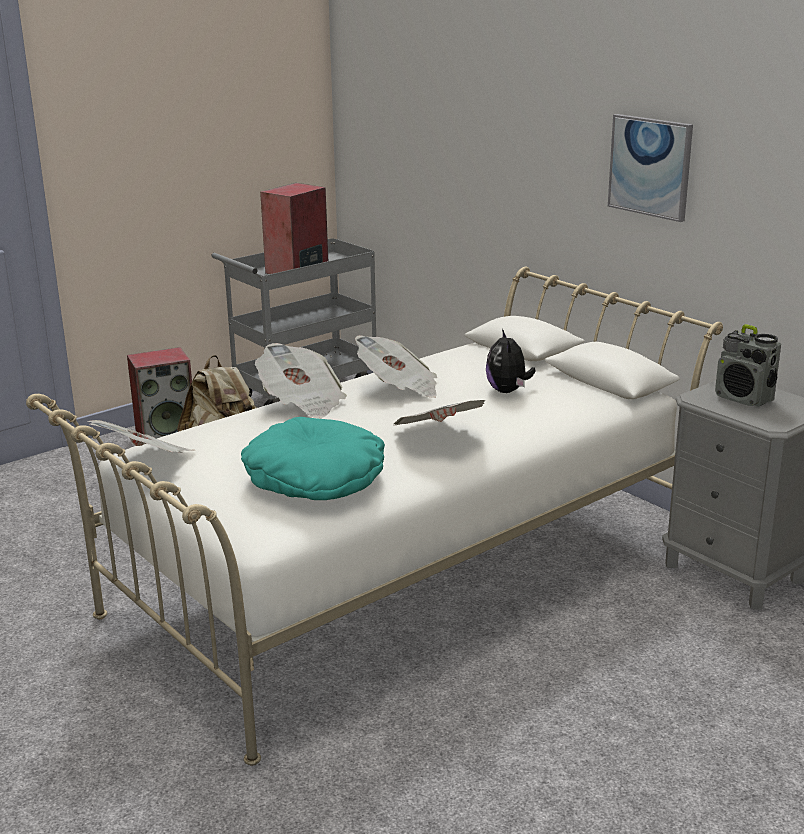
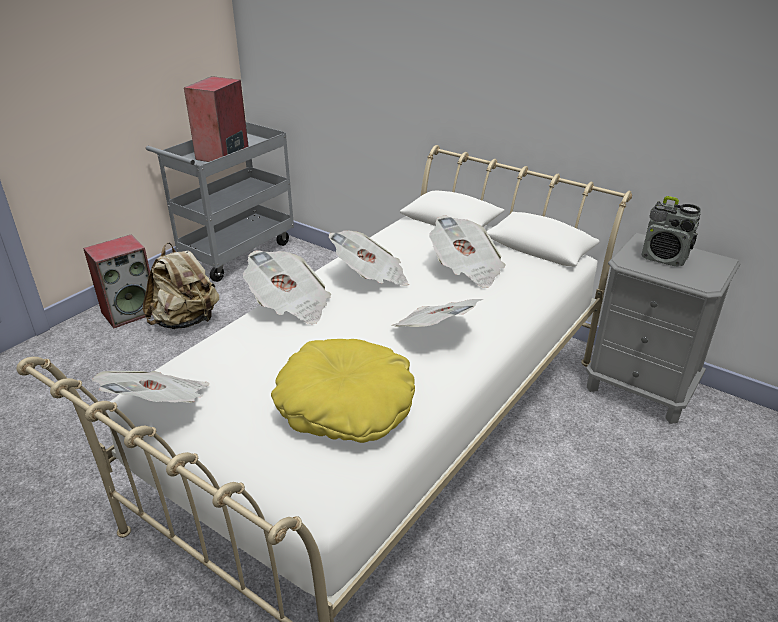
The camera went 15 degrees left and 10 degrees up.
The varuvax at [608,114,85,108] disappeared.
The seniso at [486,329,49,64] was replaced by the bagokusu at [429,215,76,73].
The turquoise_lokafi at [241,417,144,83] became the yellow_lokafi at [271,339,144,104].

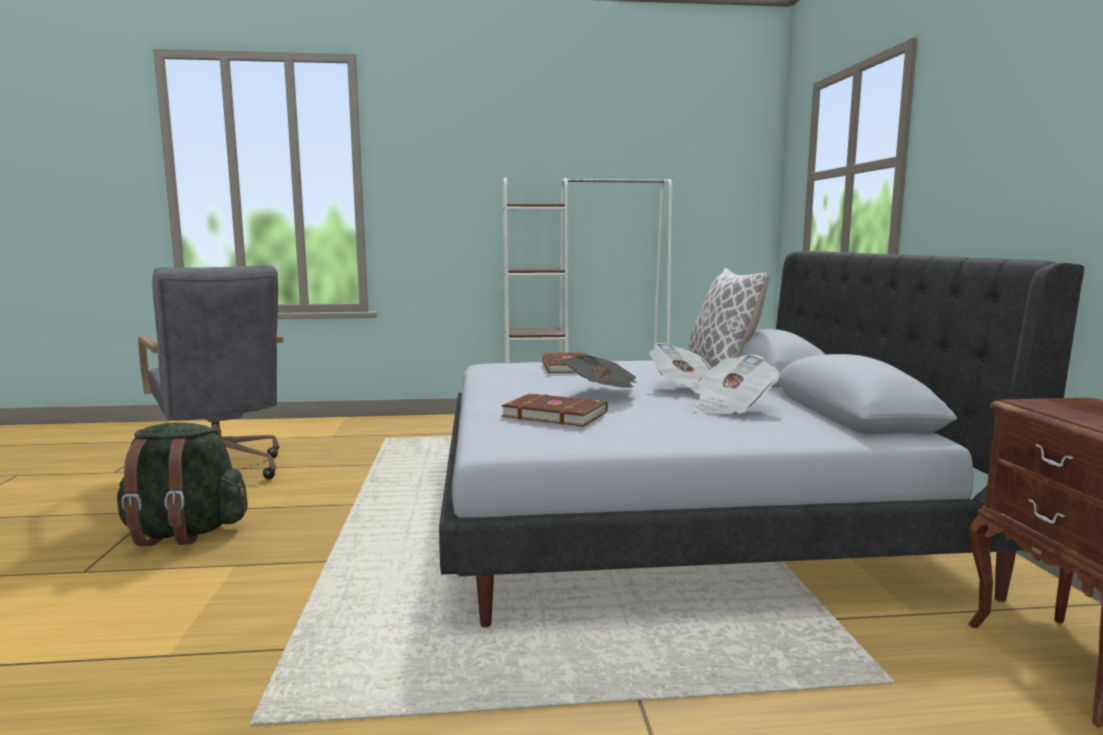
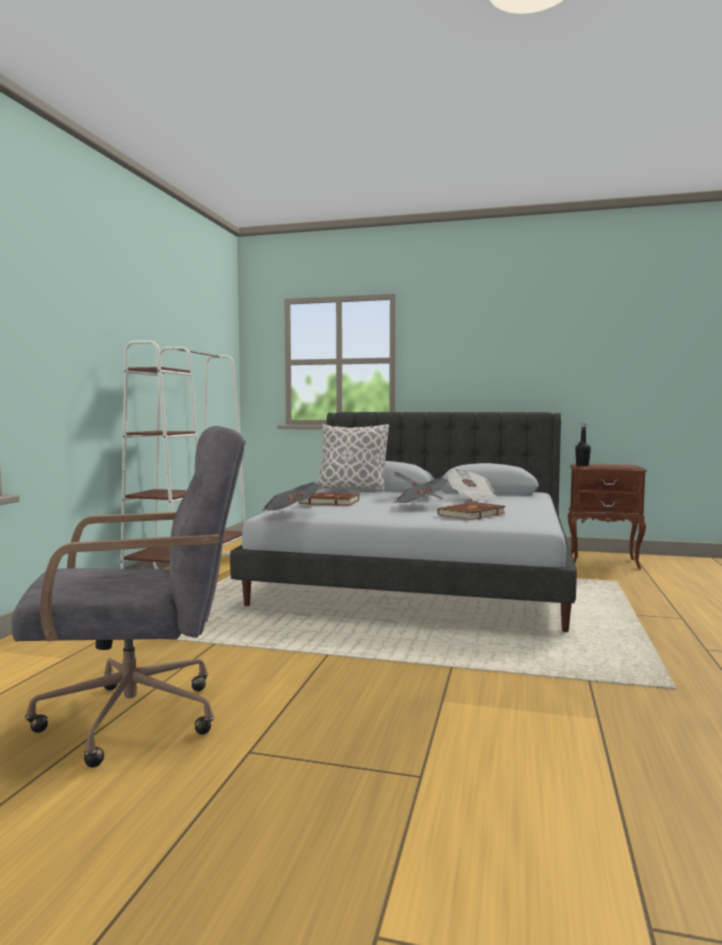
The camera went 70 degrees left and 5 degrees down.
The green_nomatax at [117,422,131,124] disappeared.
The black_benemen at [575,423,16,43] appeared.
The bagokusu at [262,482,59,29] appeared.

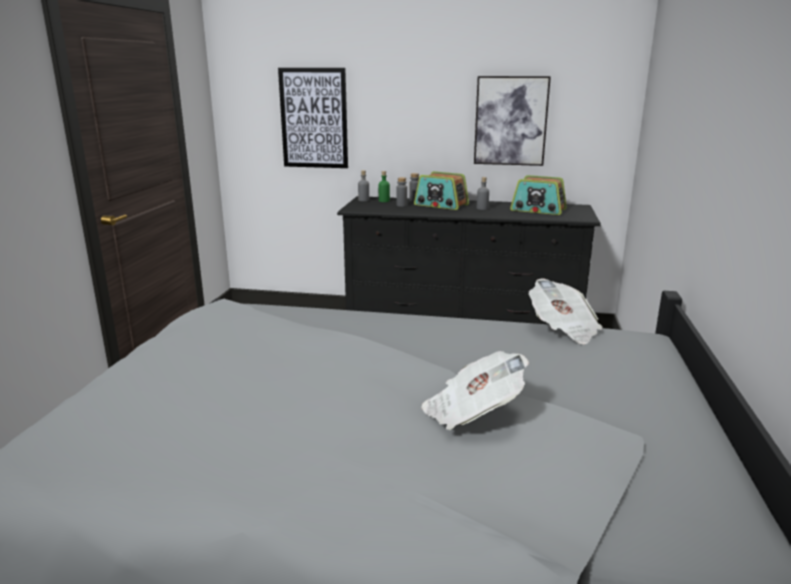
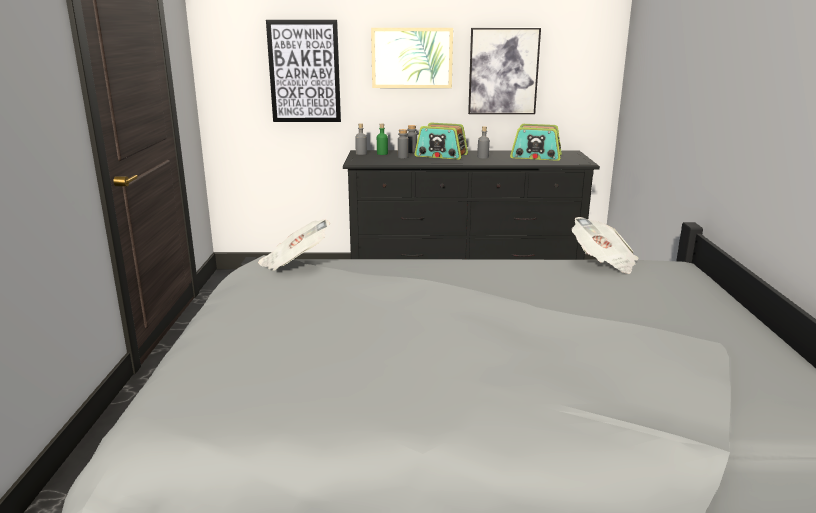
The camera went 10 degrees left and 0 degrees up.
The bagokusu moved from [421,351,108,79] to [258,220,72,51].
The varuvax at [371,28,82,60] appeared.

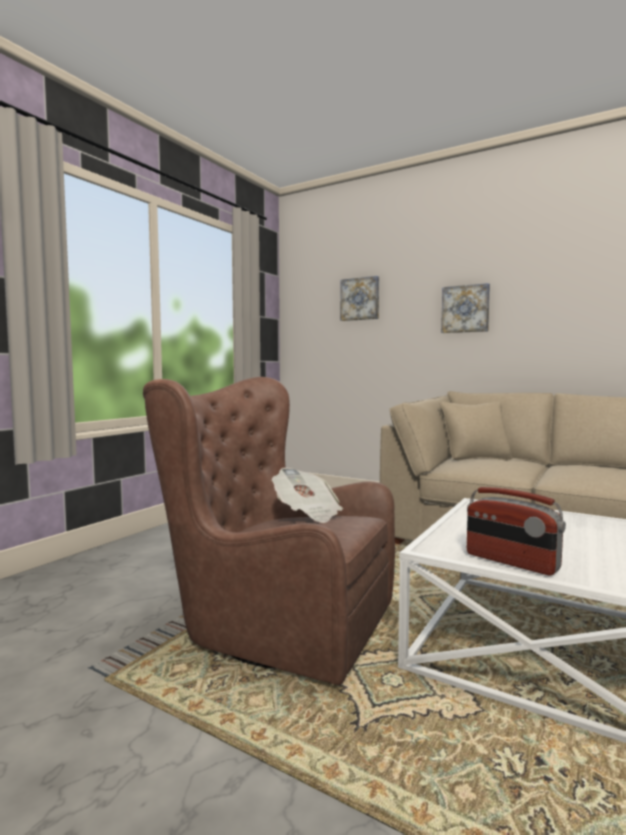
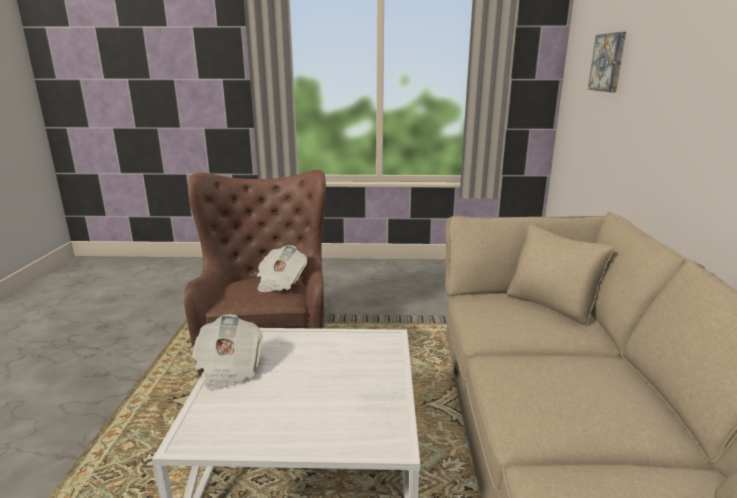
The camera went 60 degrees right and 15 degrees up.
The varuvax at [441,283,49,50] disappeared.
The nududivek at [467,487,99,89] was replaced by the bagokusu at [191,314,72,77].

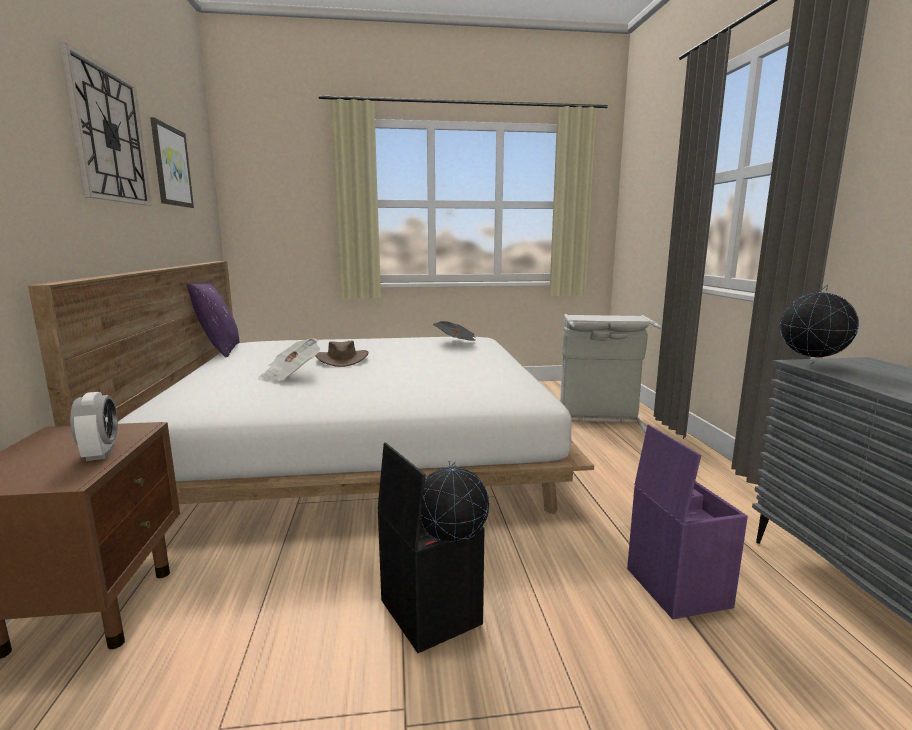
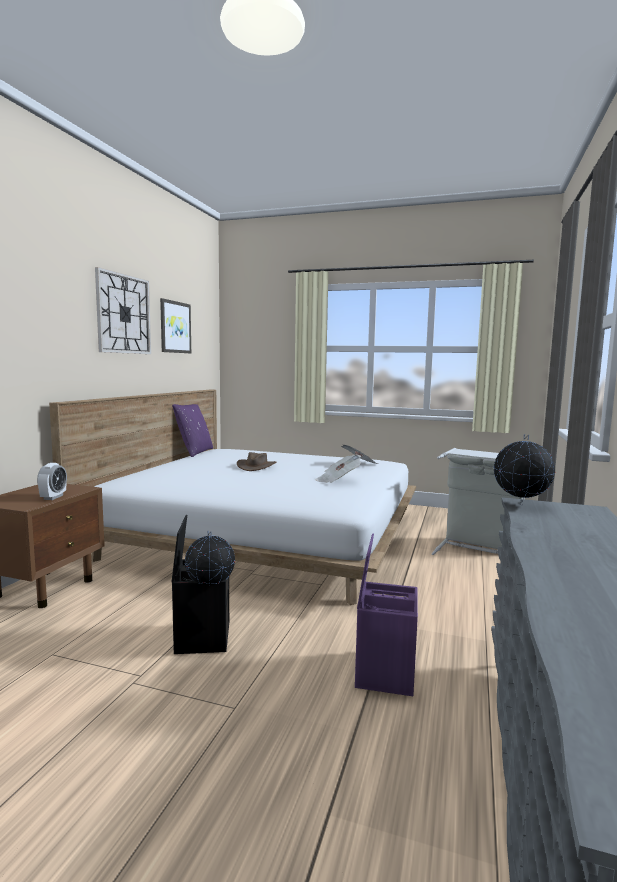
The camera went 25 degrees right and 5 degrees down.
The bagokusu moved from [258,338,62,43] to [316,455,45,28].

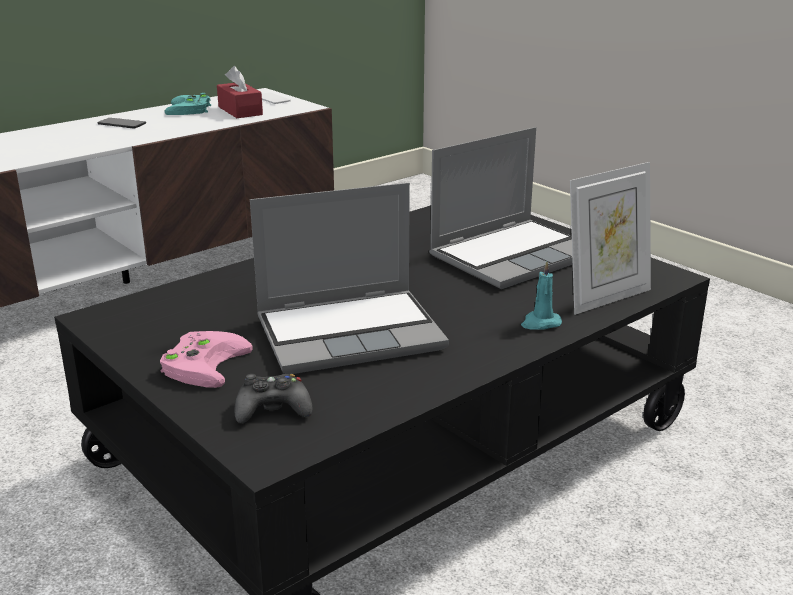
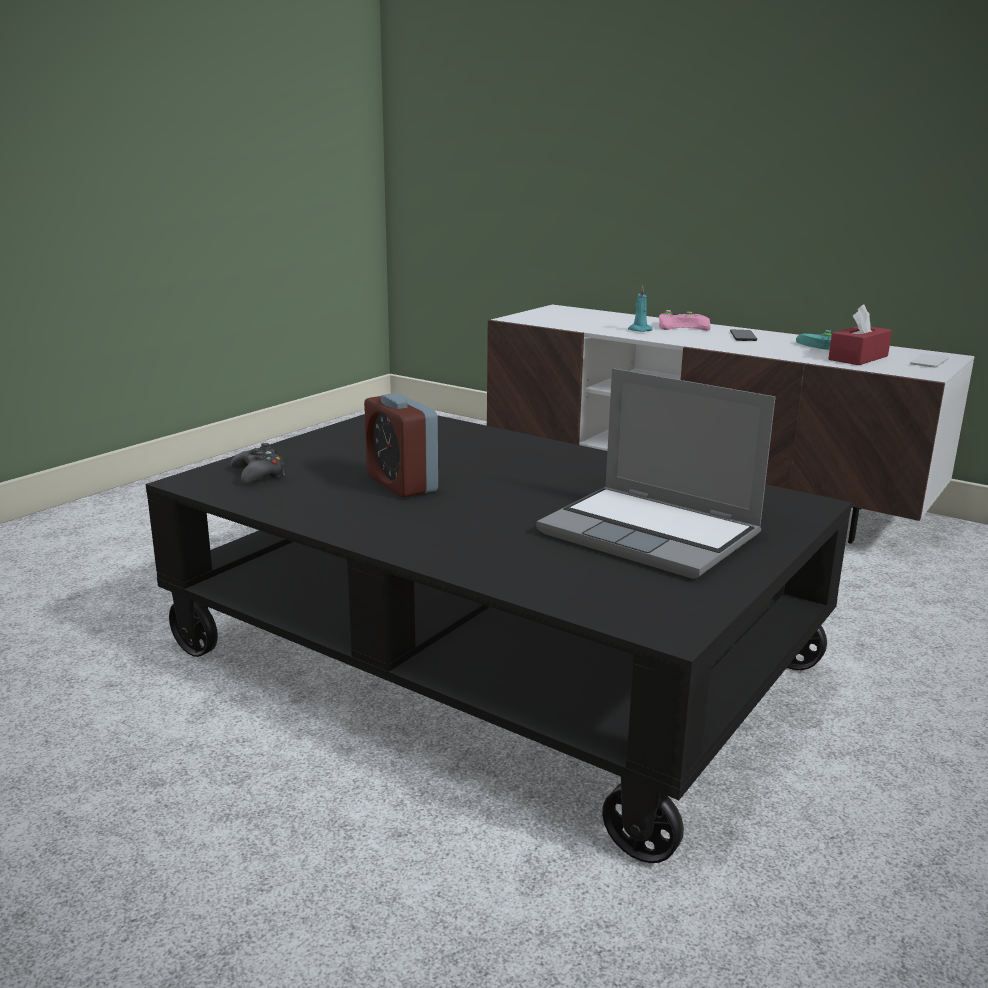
The camera went 75 degrees right and 5 degrees down.
The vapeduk at [570,162,81,153] disappeared.
The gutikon at [250,183,199,191] was replaced by the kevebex at [364,393,74,105].
The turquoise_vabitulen moved from [521,261,41,69] to [628,286,25,46].
The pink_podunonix moved from [160,331,93,57] to [659,310,51,20].

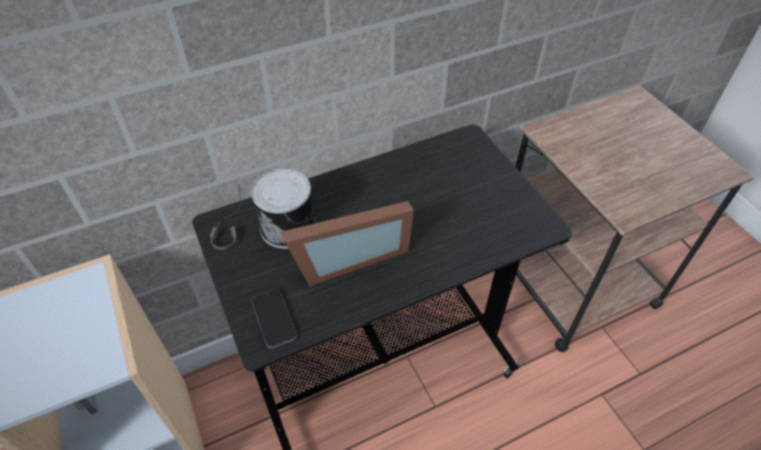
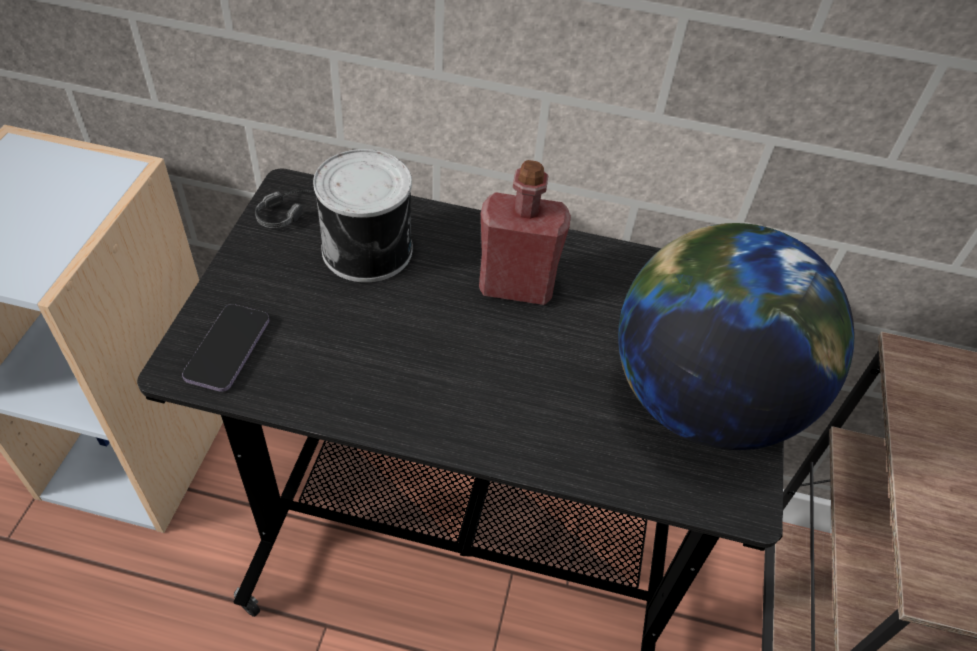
The camera went 35 degrees right and 0 degrees up.
The vapeduk at [281,201,133,85] disappeared.
The red_benemen at [479,160,92,145] appeared.
The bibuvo at [618,223,237,227] appeared.

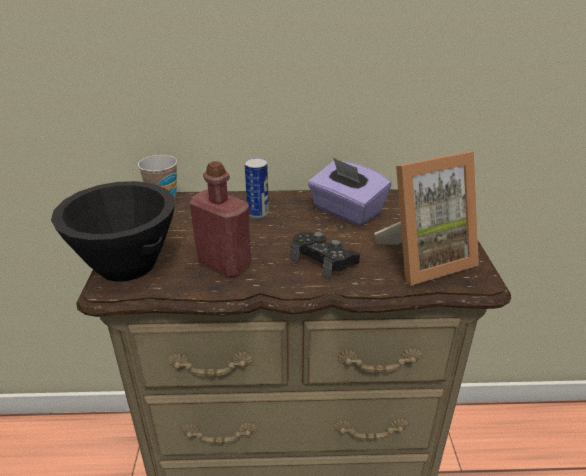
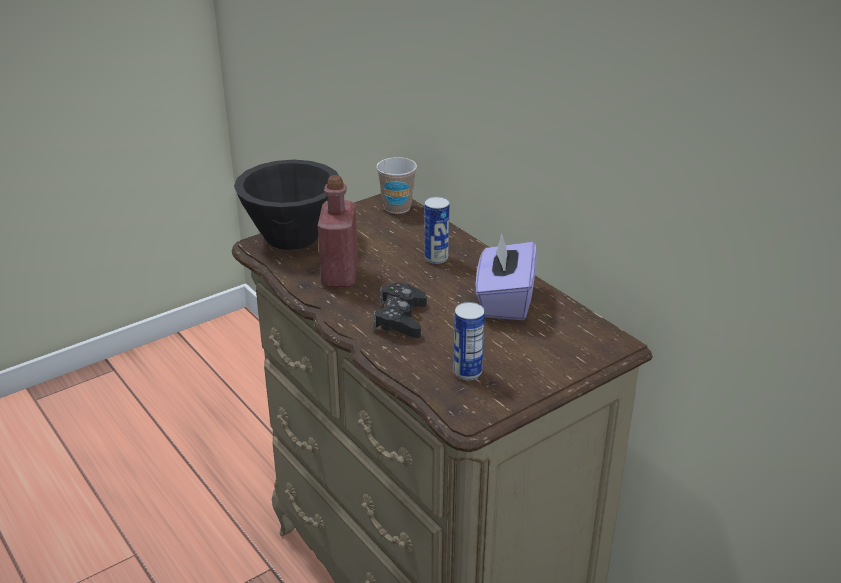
The camera went 55 degrees right and 0 degrees up.
The vapeduk at [374,151,105,135] was replaced by the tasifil at [453,302,32,78].

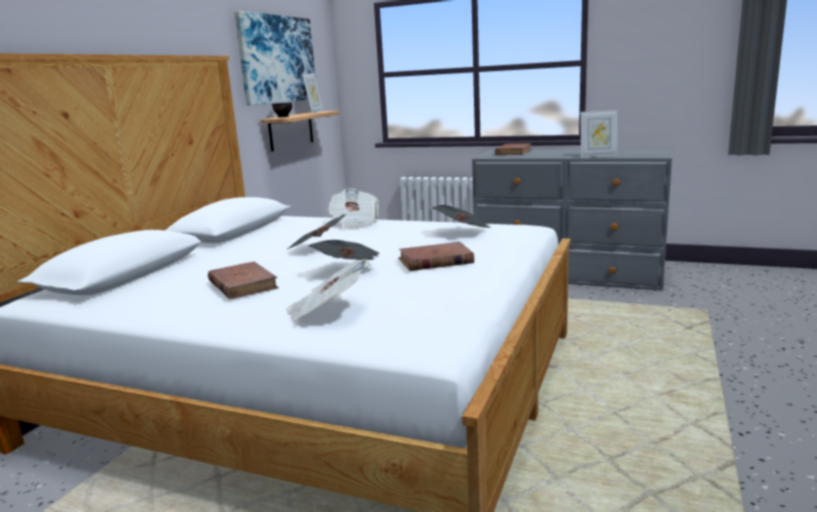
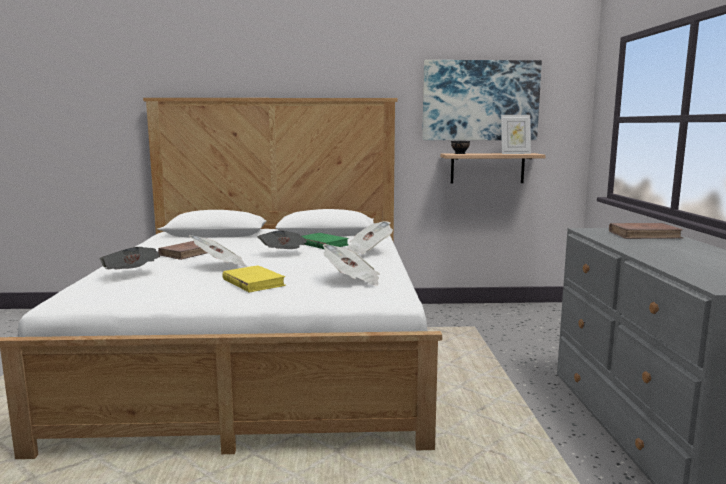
The camera went 65 degrees right and 5 degrees down.
The vapeduk at [581,110,36,47] disappeared.
The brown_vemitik at [398,242,76,29] became the yellow_vemitik at [222,265,64,28].
The green_vemitik at [302,233,47,16] appeared.

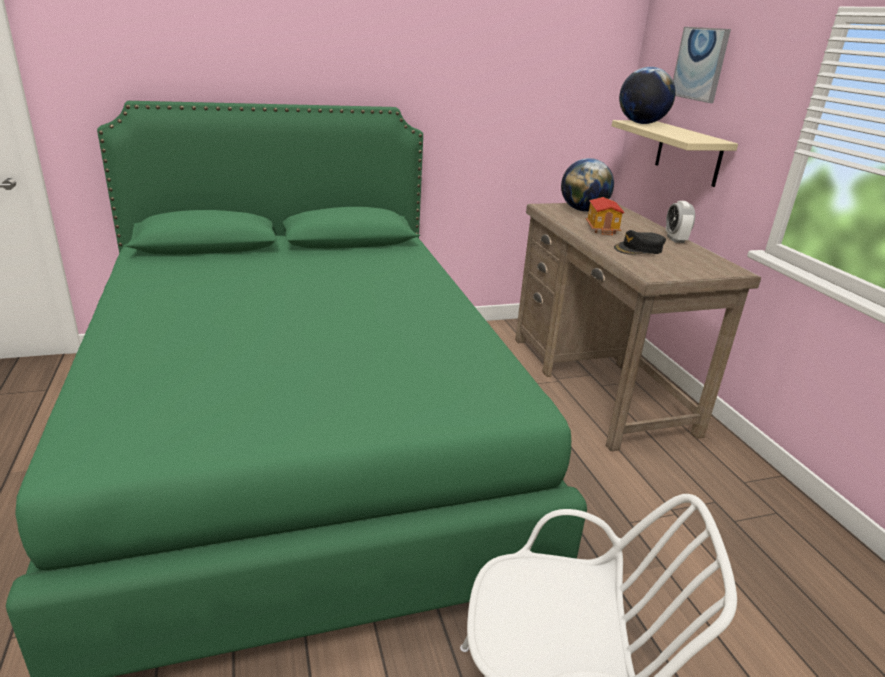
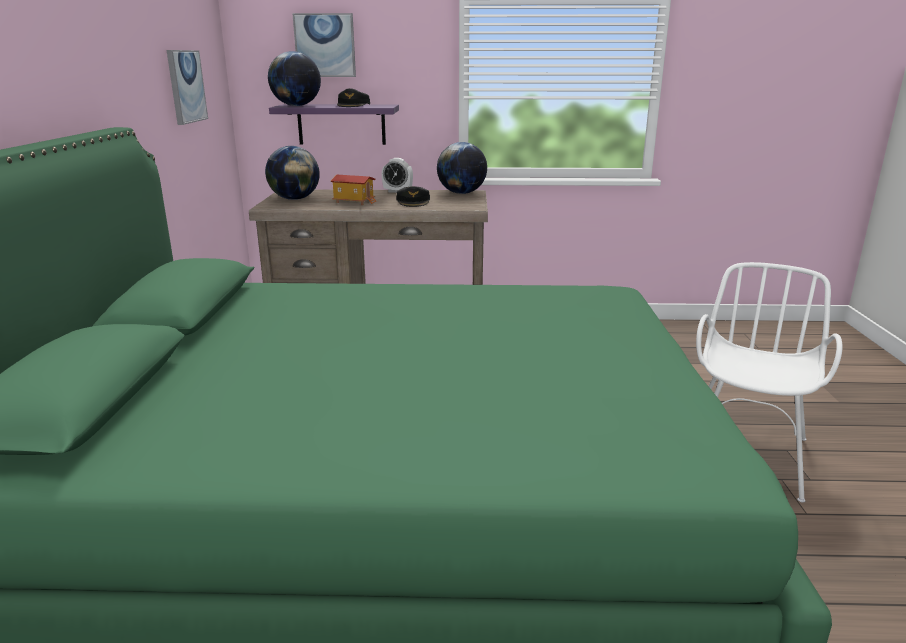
The camera went 70 degrees left and 5 degrees down.
The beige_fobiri at [612,120,126,67] became the purple_fobiri at [269,104,130,41].
The varuvax at [167,50,41,75] appeared.
The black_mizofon at [337,88,33,19] appeared.
The bibuvo at [437,142,50,52] appeared.

